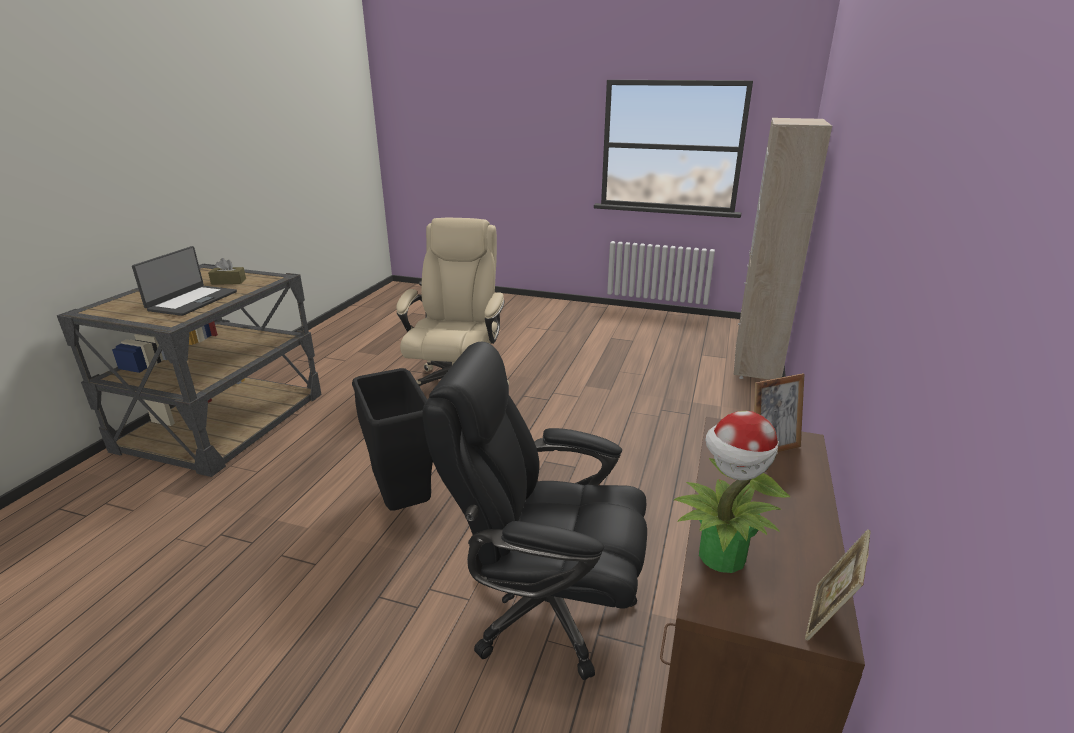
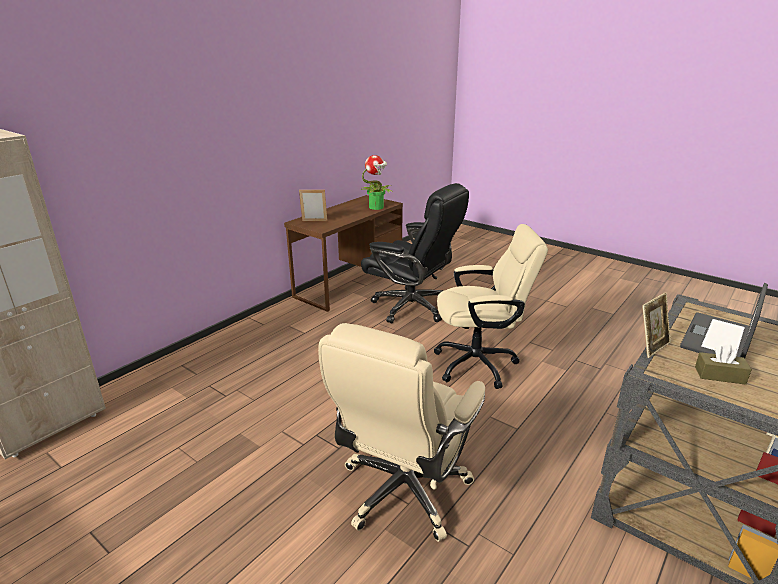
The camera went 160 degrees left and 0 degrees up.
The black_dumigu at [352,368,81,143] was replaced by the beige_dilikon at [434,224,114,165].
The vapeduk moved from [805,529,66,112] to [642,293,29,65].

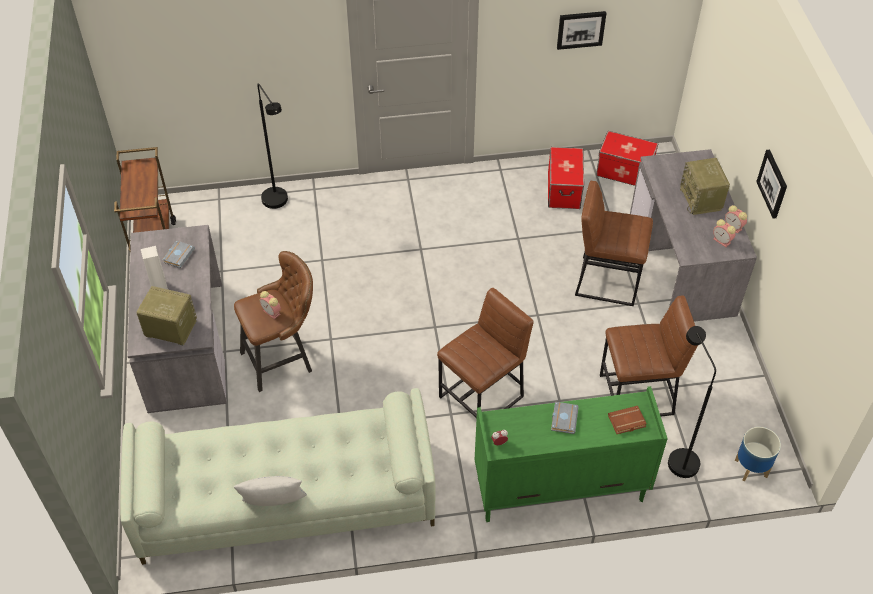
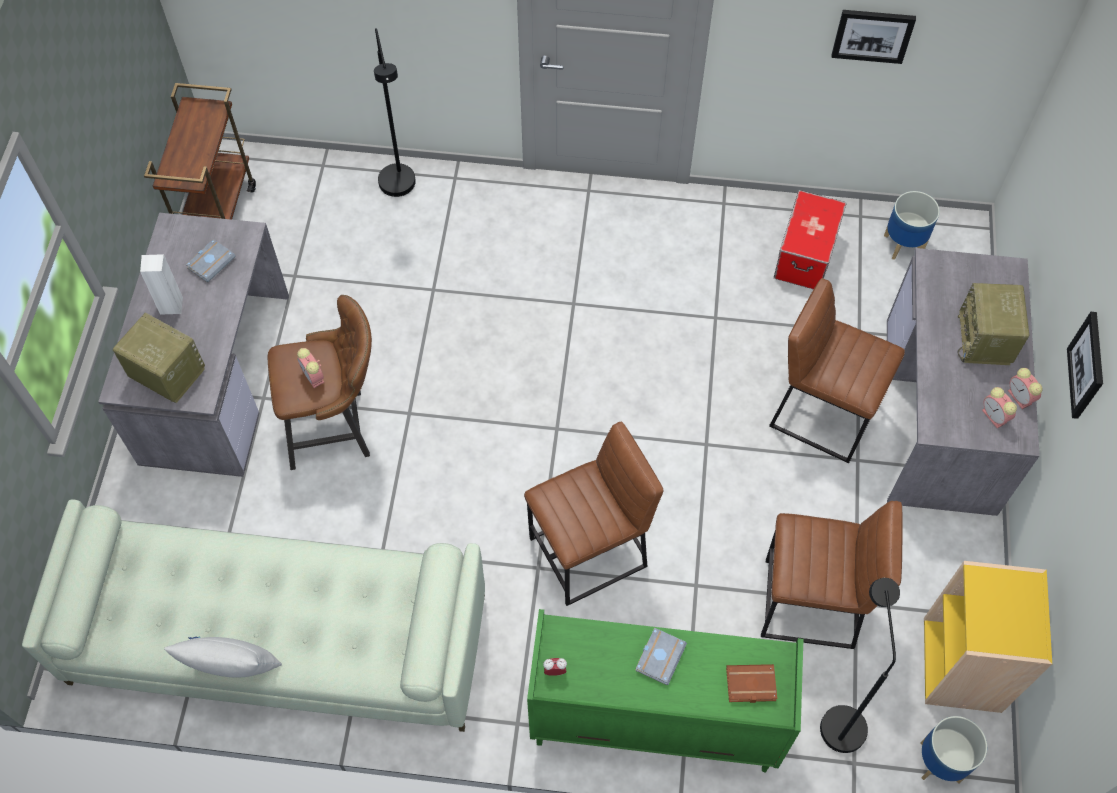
The camera went 15 degrees right and 10 degrees up.
The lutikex at [596,131,62,55] was replaced by the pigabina at [884,191,56,69].
The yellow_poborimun at [924,561,128,152] appeared.

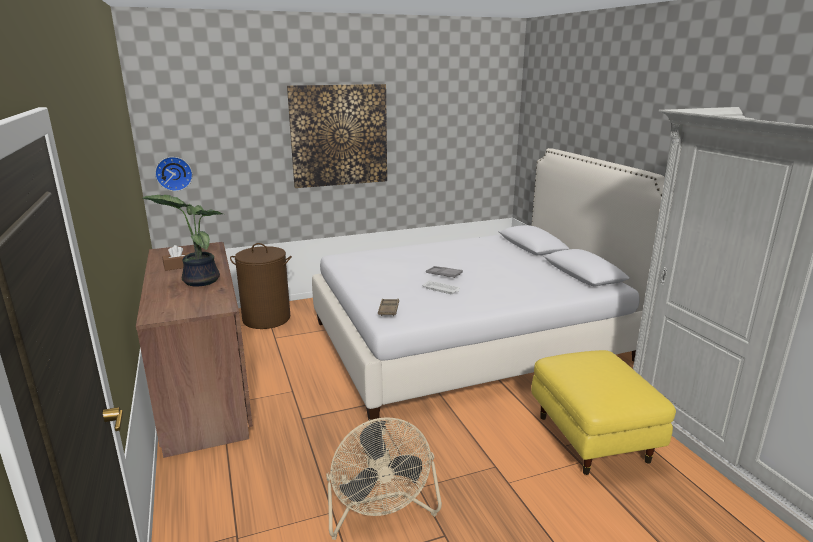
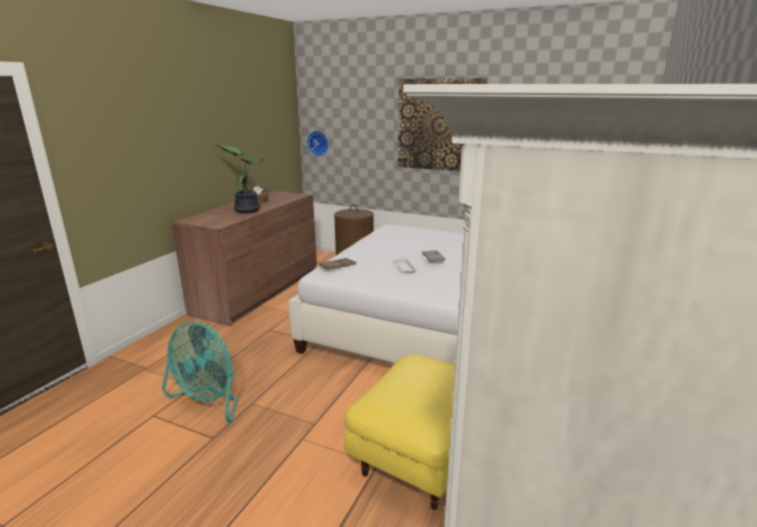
The camera went 45 degrees right and 0 degrees up.
The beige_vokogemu at [326,416,116,124] became the turquoise_vokogemu at [162,321,76,103].

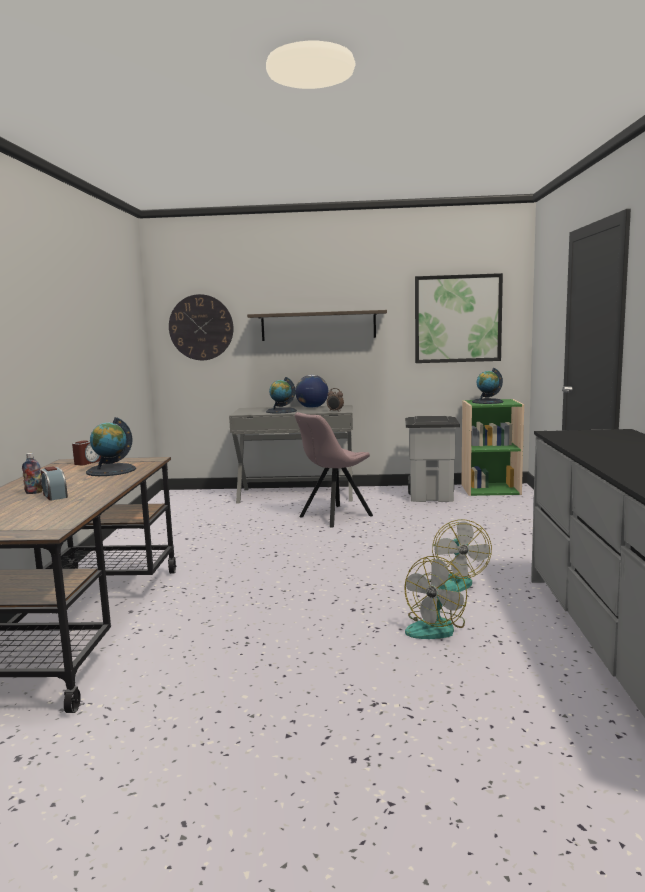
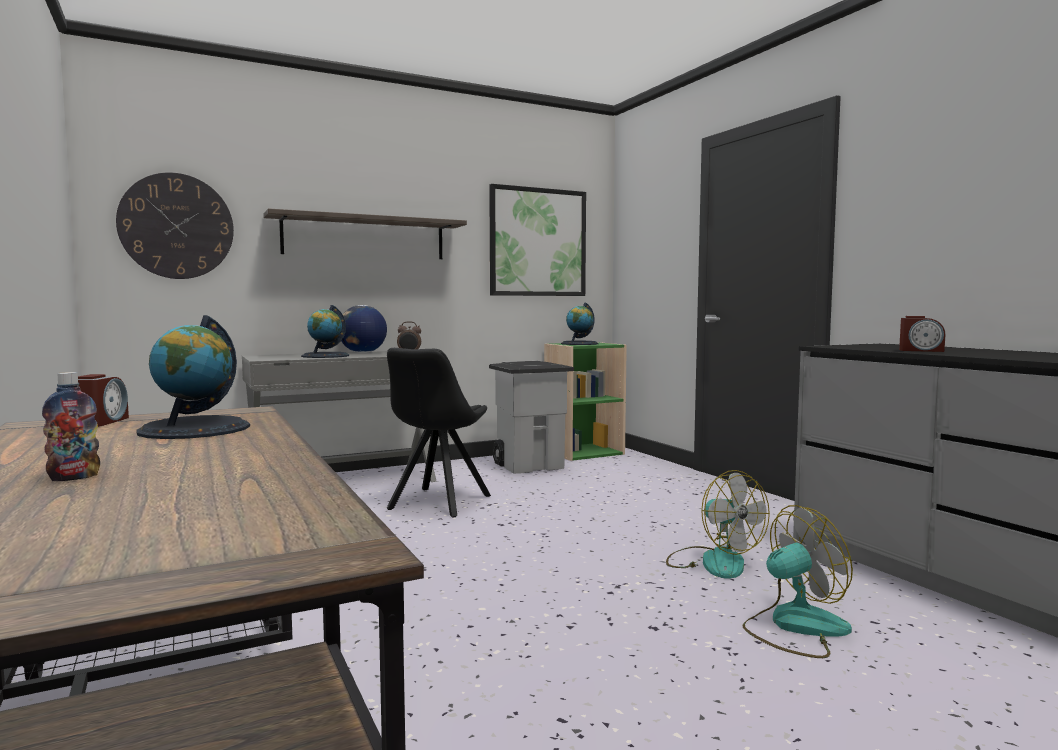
The camera went 30 degrees left and 5 degrees down.
The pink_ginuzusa at [295,412,78,116] became the black_ginuzusa at [387,348,104,169].
The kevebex moved from [41,466,27,35] to [899,316,46,36].
The vokogemu at [404,556,63,83] turned 120 degrees counterclockwise.

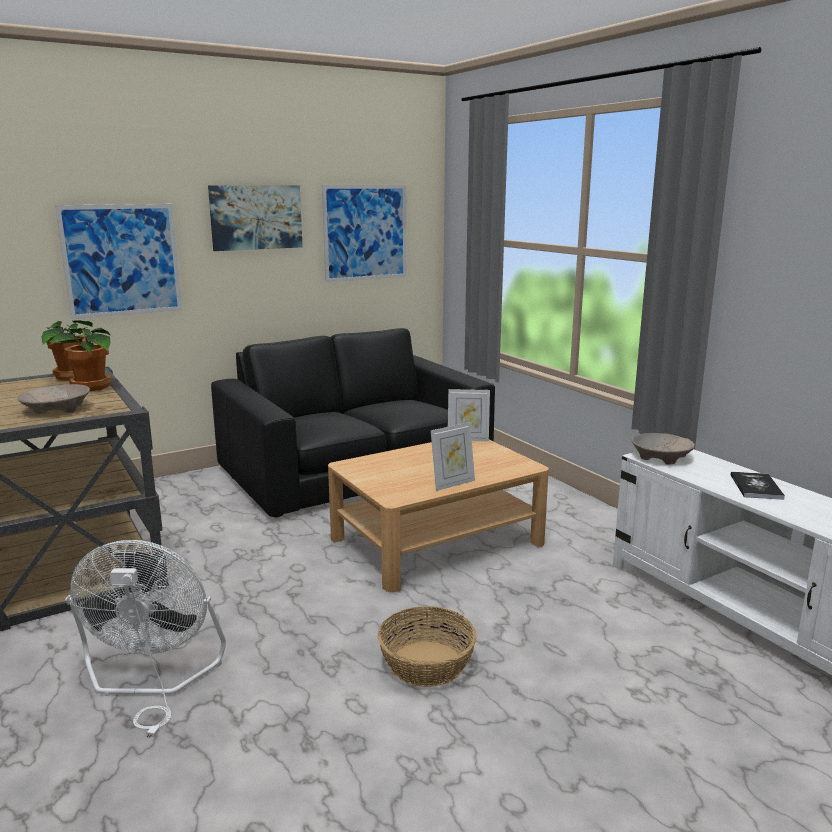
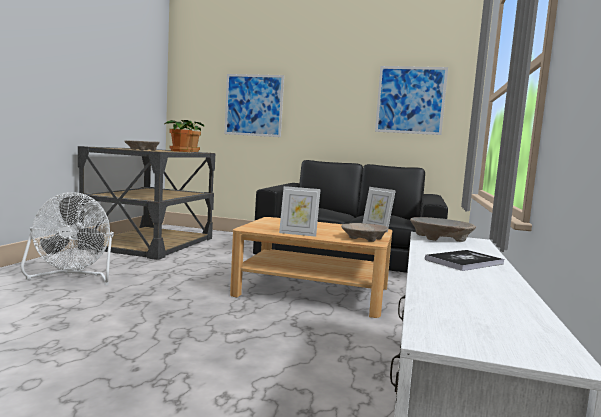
The camera went 45 degrees right and 10 degrees down.
The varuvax at [208,185,95,66] disappeared.
The white_vokogemu at [65,540,161,198] turned 135 degrees clockwise.
The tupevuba at [377,606,100,81] disappeared.
The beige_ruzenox at [341,223,48,19] appeared.

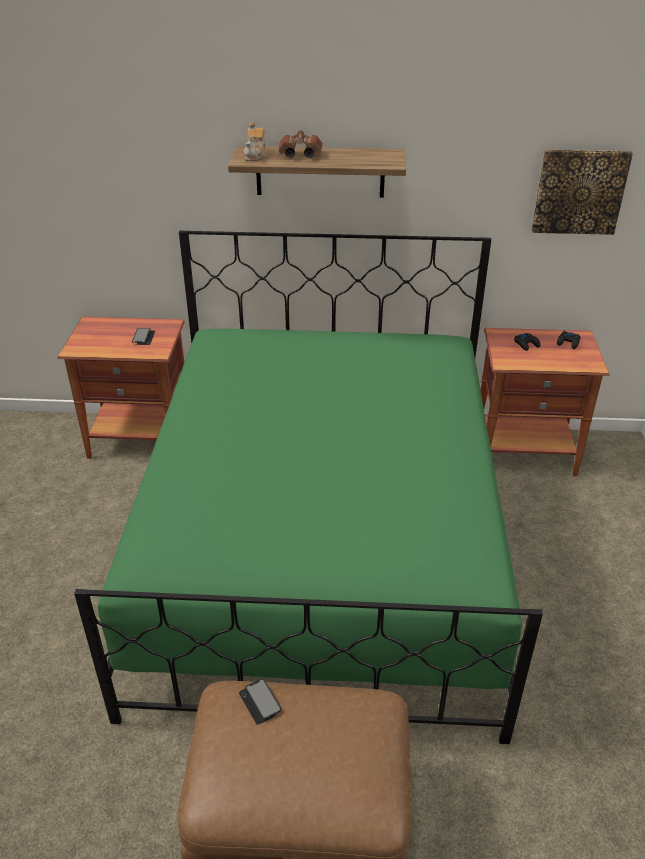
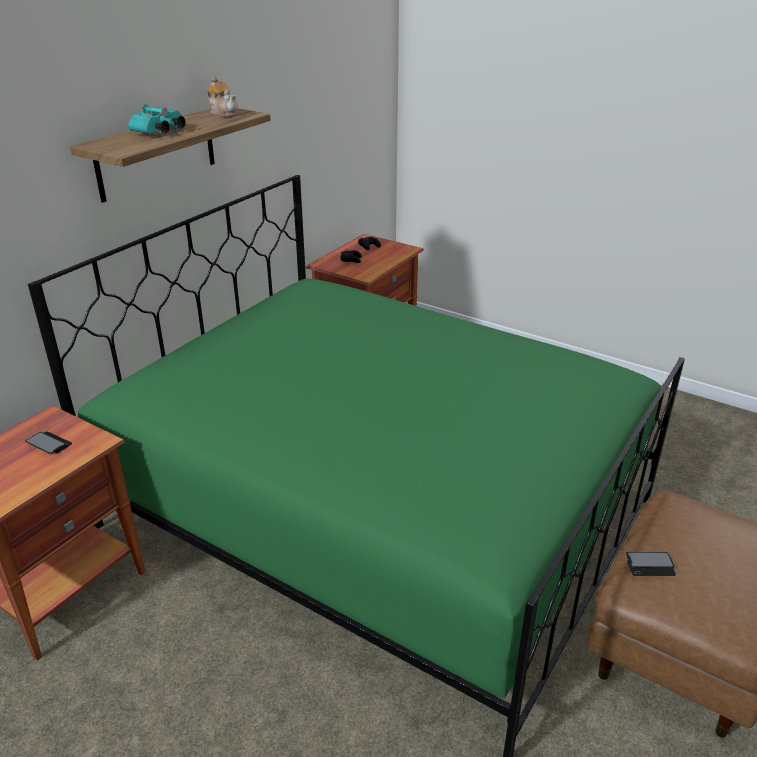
The camera went 60 degrees left and 5 degrees down.
The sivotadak moved from [244,122,23,39] to [207,76,32,41].
The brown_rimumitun at [278,130,45,29] became the turquoise_rimumitun at [128,104,58,32].
The varuvax at [531,150,102,85] disappeared.

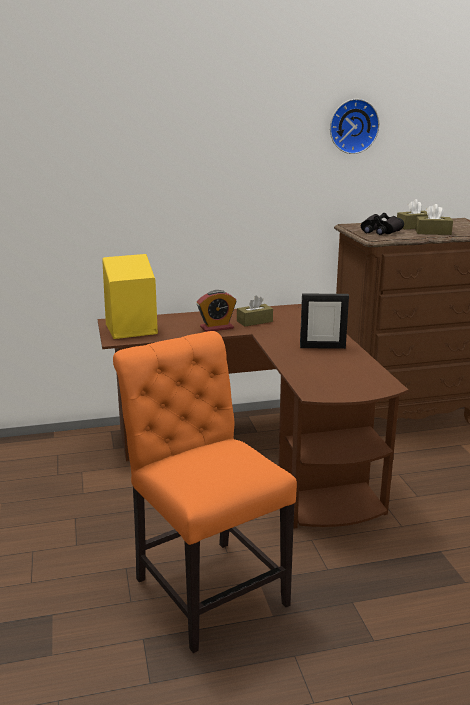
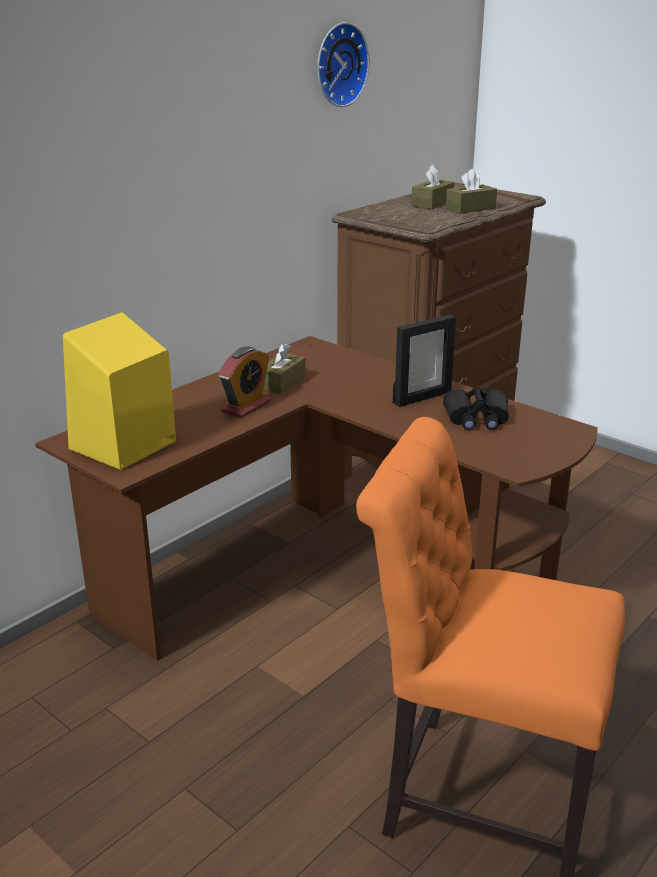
The camera went 35 degrees left and 5 degrees up.
The black_rimumitun moved from [361,213,43,22] to [443,387,66,43].

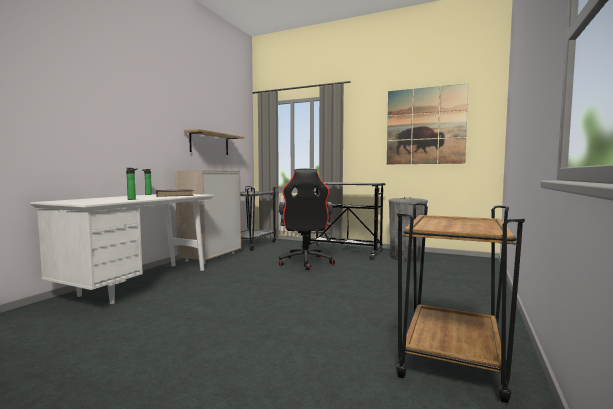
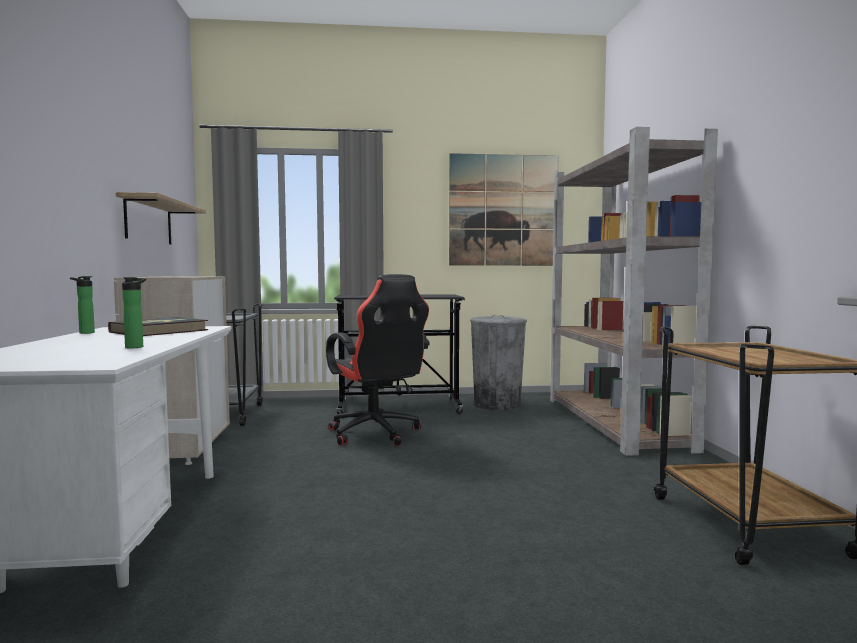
The camera went 30 degrees left and 0 degrees up.
The brown_poborimun at [550,127,168,329] appeared.

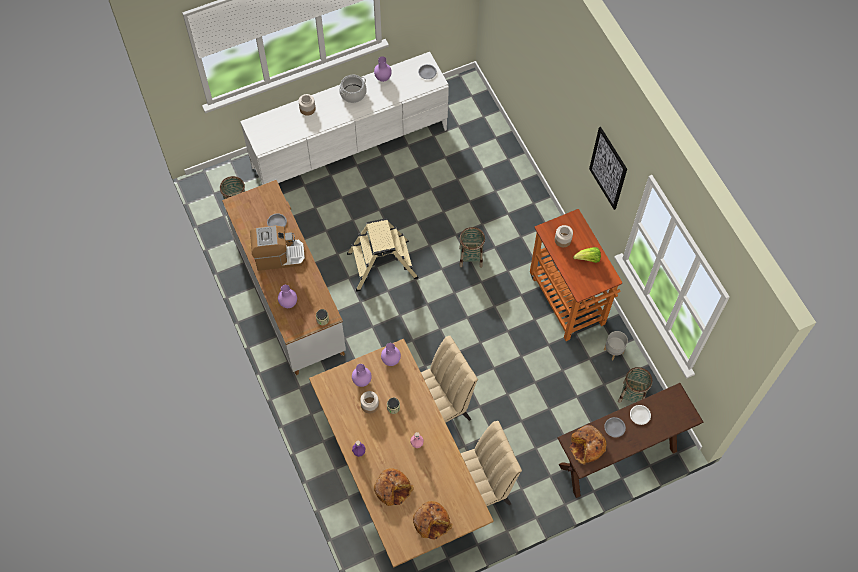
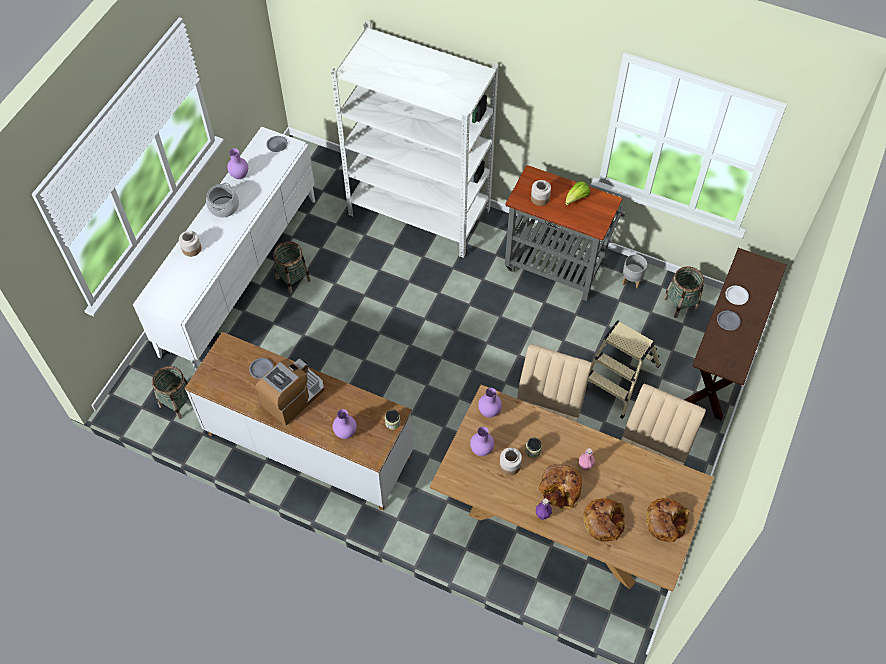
The camera went 40 degrees left and 5 degrees down.
The varuvax at [589,127,38,83] disappeared.
The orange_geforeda at [530,209,92,132] became the grey_geforeda at [505,165,121,136].
The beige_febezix moved from [347,218,72,74] to [588,320,73,99].
The tupevuba moved from [459,227,26,41] to [273,241,38,53].
The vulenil moved from [570,425,37,39] to [539,464,43,46].
The white_poborimun at [331,21,168,237] appeared.

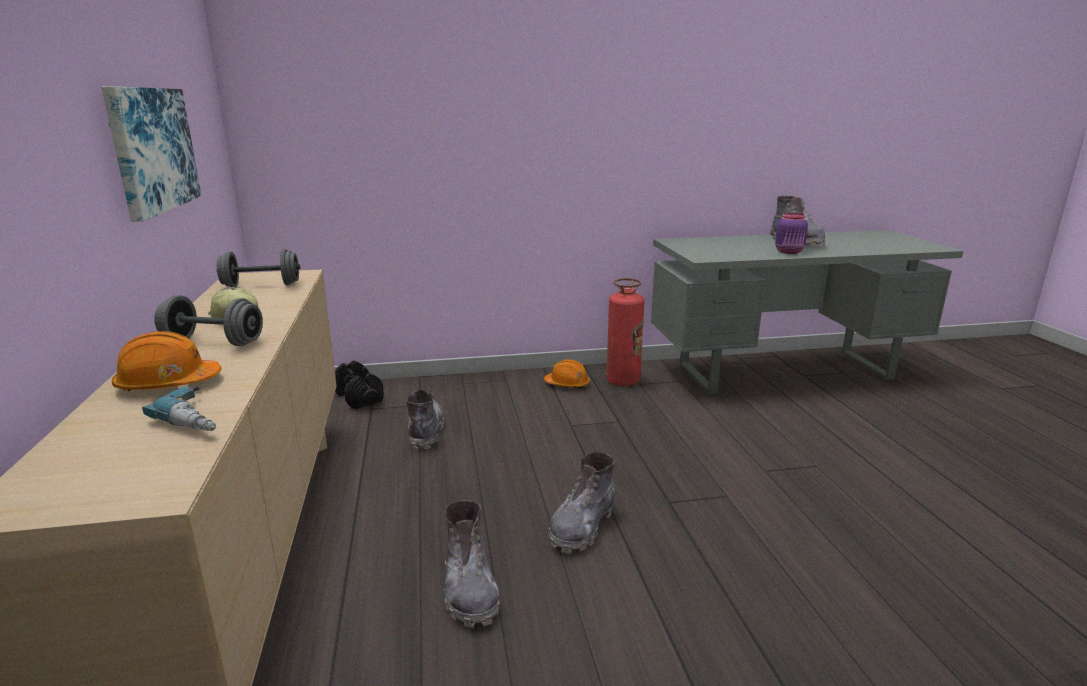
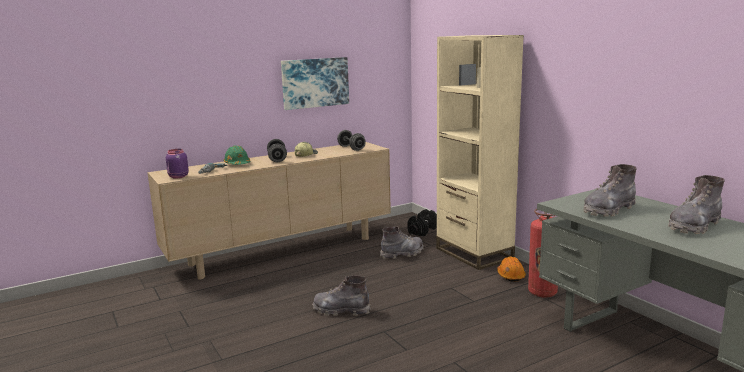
The camera went 70 degrees right and 5 degrees down.
The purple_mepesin moved from [775,213,33,41] to [166,149,23,30].
The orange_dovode at [112,331,110,60] became the green_dovode at [223,145,28,20].
The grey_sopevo moved from [444,500,56,128] to [584,164,53,53].
The beige_poborimun at [436,35,88,235] appeared.

